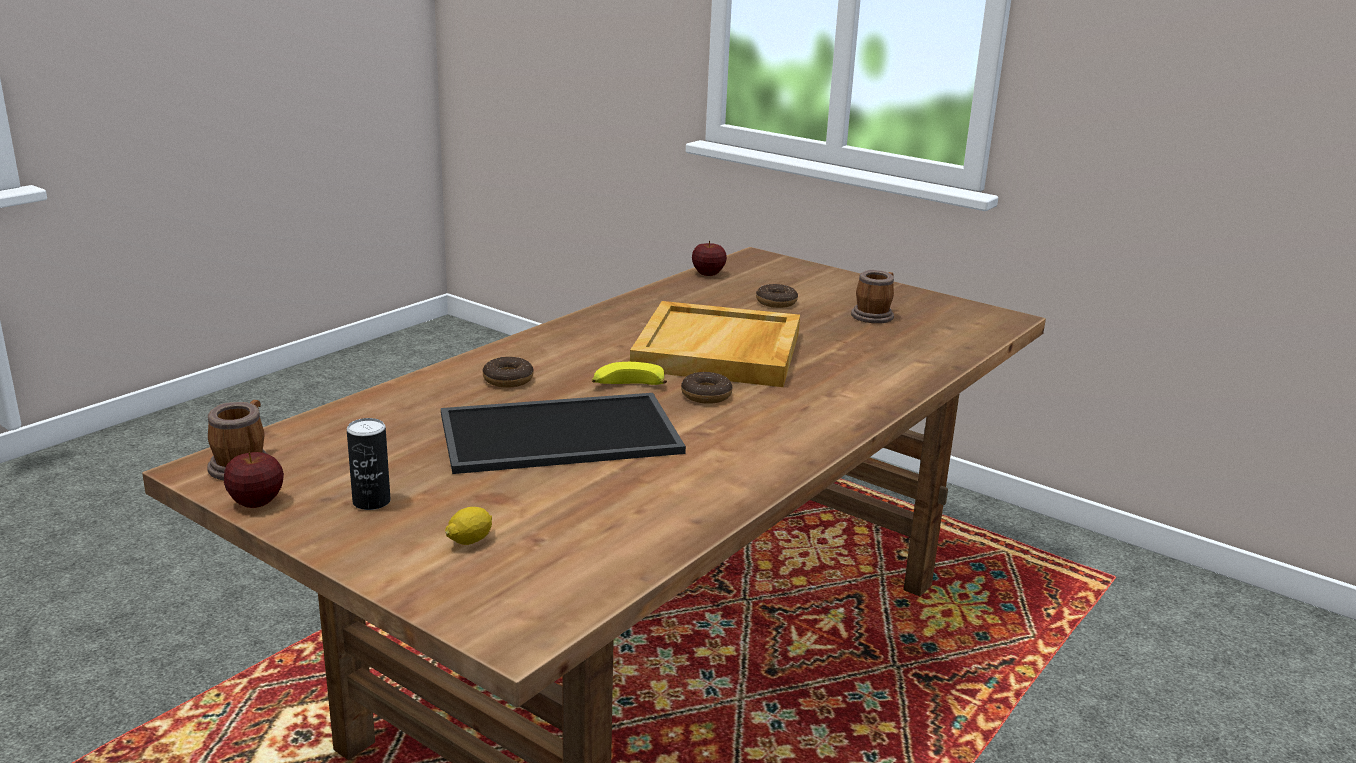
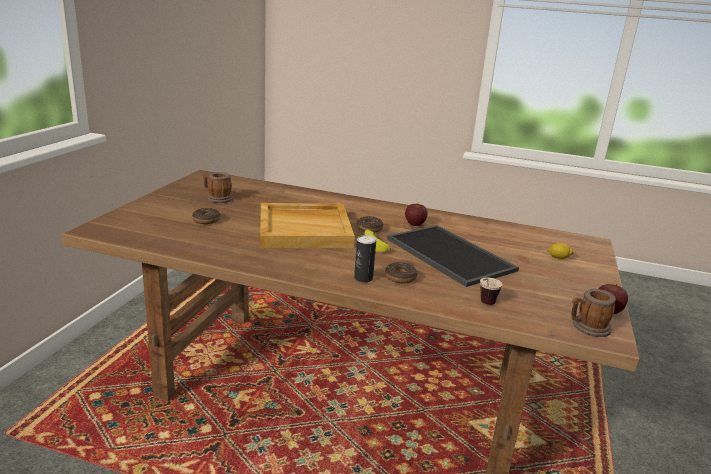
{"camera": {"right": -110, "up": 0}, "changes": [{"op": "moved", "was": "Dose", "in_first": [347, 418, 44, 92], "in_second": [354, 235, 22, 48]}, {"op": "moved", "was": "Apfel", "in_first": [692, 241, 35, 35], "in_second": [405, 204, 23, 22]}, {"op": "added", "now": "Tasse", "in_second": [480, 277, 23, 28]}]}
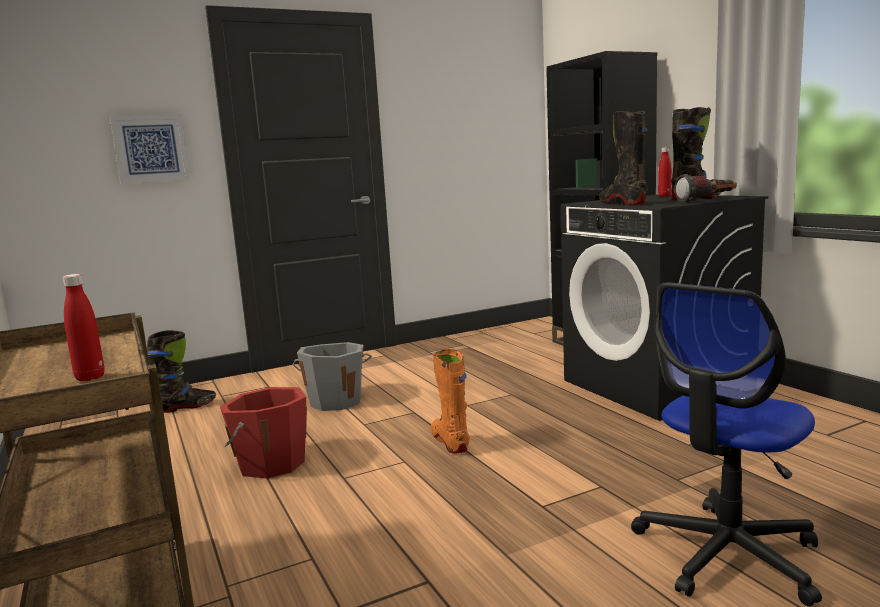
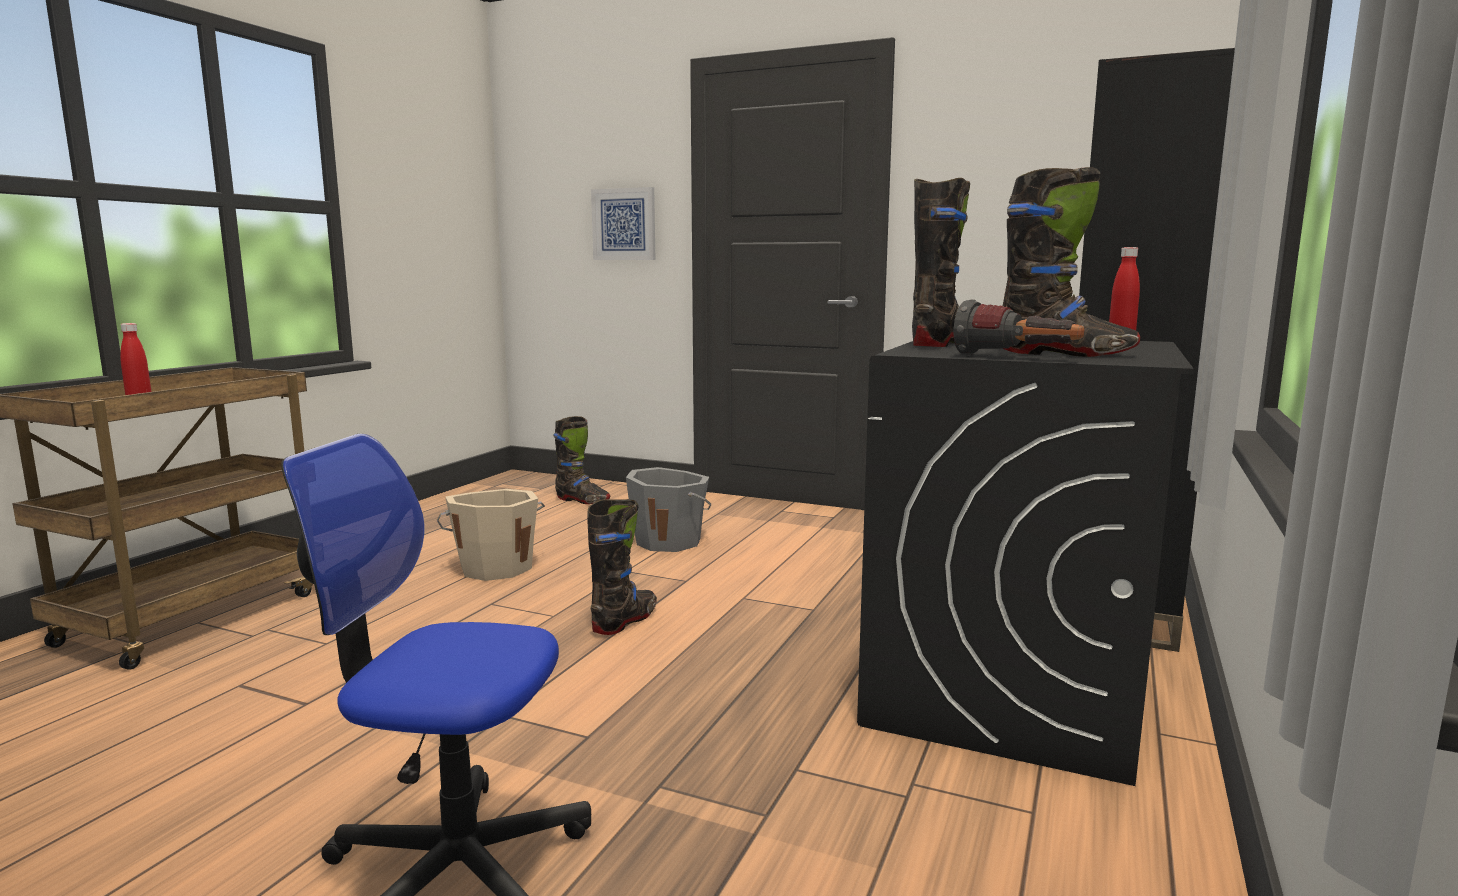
{"camera": {"right": 50, "up": 0}, "changes": [{"op": "recoloured", "was": "Eimer/rot", "now": "Eimer/beige", "in_first": [220, 387, 87, 91], "in_second": [437, 489, 108, 92]}, {"op": "recoloured", "was": "Stiefel/orange", "now": "Stiefel/schwarz", "in_first": [431, 349, 39, 105], "in_second": [587, 499, 70, 136]}]}
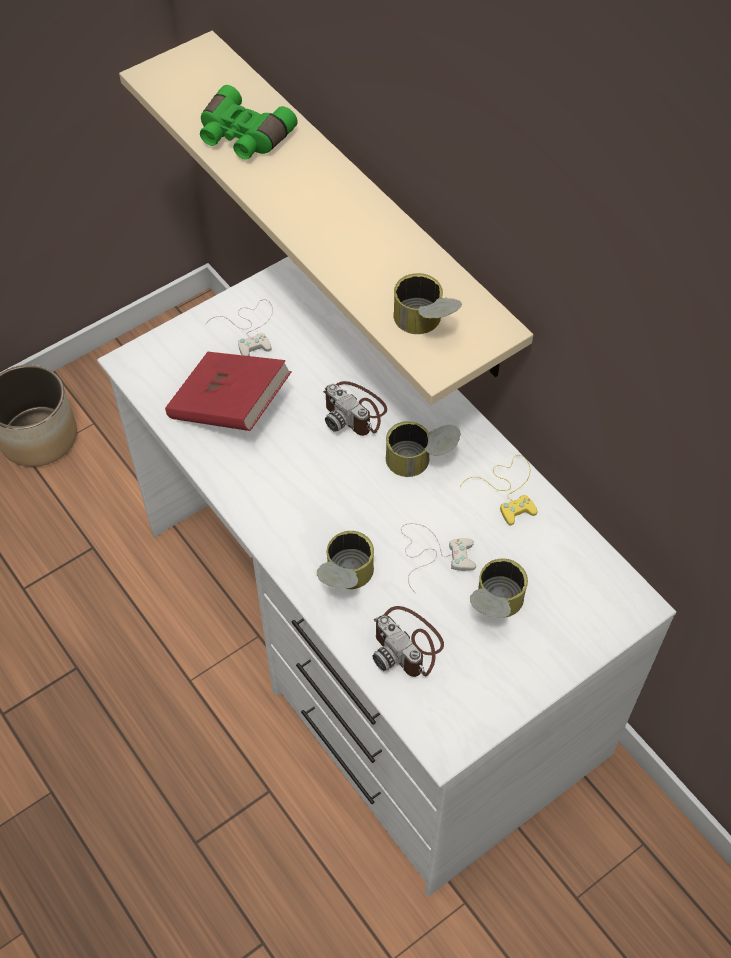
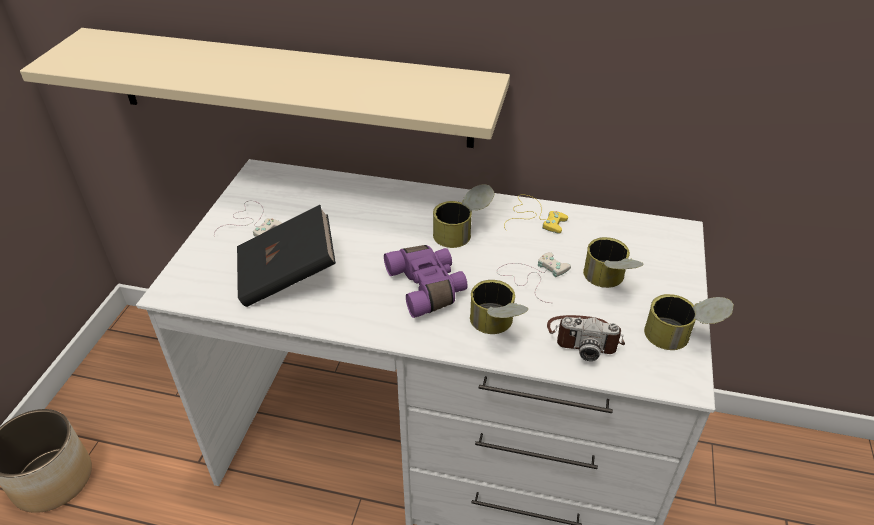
{"camera": {"right": -40, "up": -15}, "changes": [{"op": "recoloured", "was": "Buch/rot", "now": "Buch/schwarz", "in_first": [165, 352, 127, 79], "in_second": [237, 205, 99, 102]}, {"op": "added", "now": "Fernglas/lila", "in_second": [384, 245, 84, 73]}, {"op": "moved", "was": "Dose", "in_first": [393, 273, 69, 61], "in_second": [644, 294, 90, 56]}, {"op": "removed", "was": "Fernglas/grün", "in_first": [200, 85, 98, 74]}, {"op": "removed", "was": "Kamera", "in_first": [323, 381, 64, 55]}]}
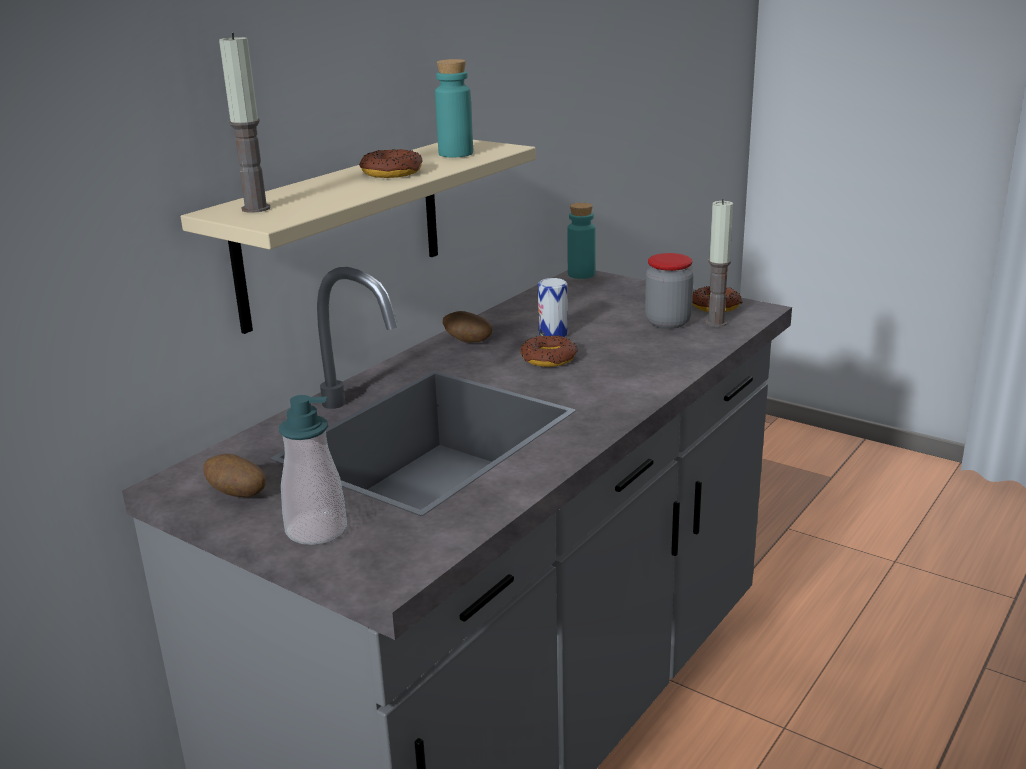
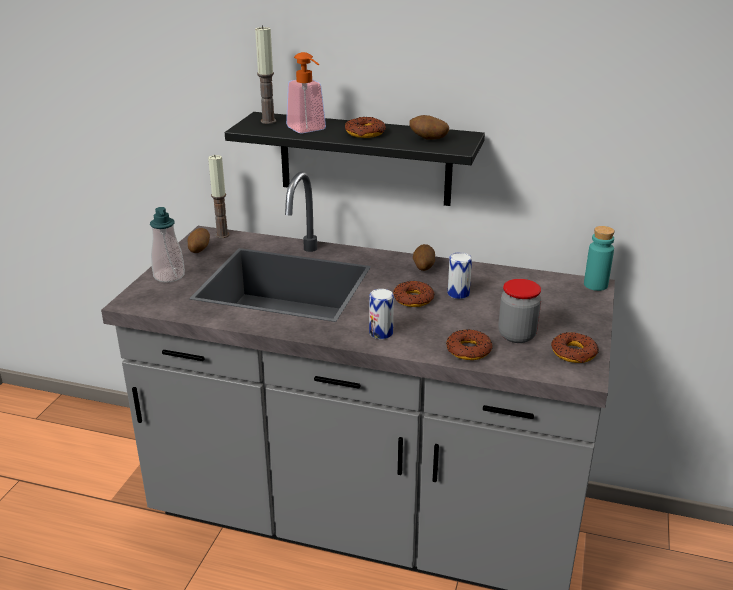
{"camera": {"right": 70, "up": 5}, "changes": [{"op": "moved", "was": "Kerze", "in_first": [706, 199, 27, 128], "in_second": [208, 155, 22, 83]}, {"op": "recoloured", "was": "Wandregal/beige", "now": "Wandregal/schwarz", "in_first": [181, 140, 355, 194], "in_second": [225, 112, 260, 94]}, {"op": "added", "now": "Seifenspender", "in_second": [286, 52, 40, 82]}, {"op": "added", "now": "Dose", "in_second": [369, 289, 25, 50]}, {"op": "replaced", "was": "Flasche/türkis", "now": "Kartoffel", "in_first": [435, 59, 38, 99], "in_second": [409, 115, 40, 25]}, {"op": "added", "now": "Donut", "in_second": [446, 329, 47, 31]}]}
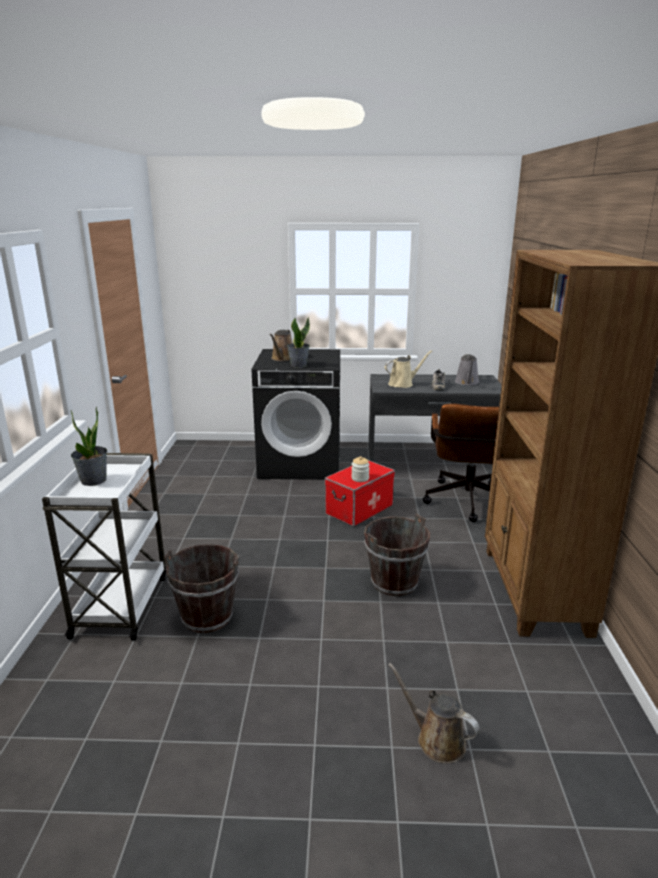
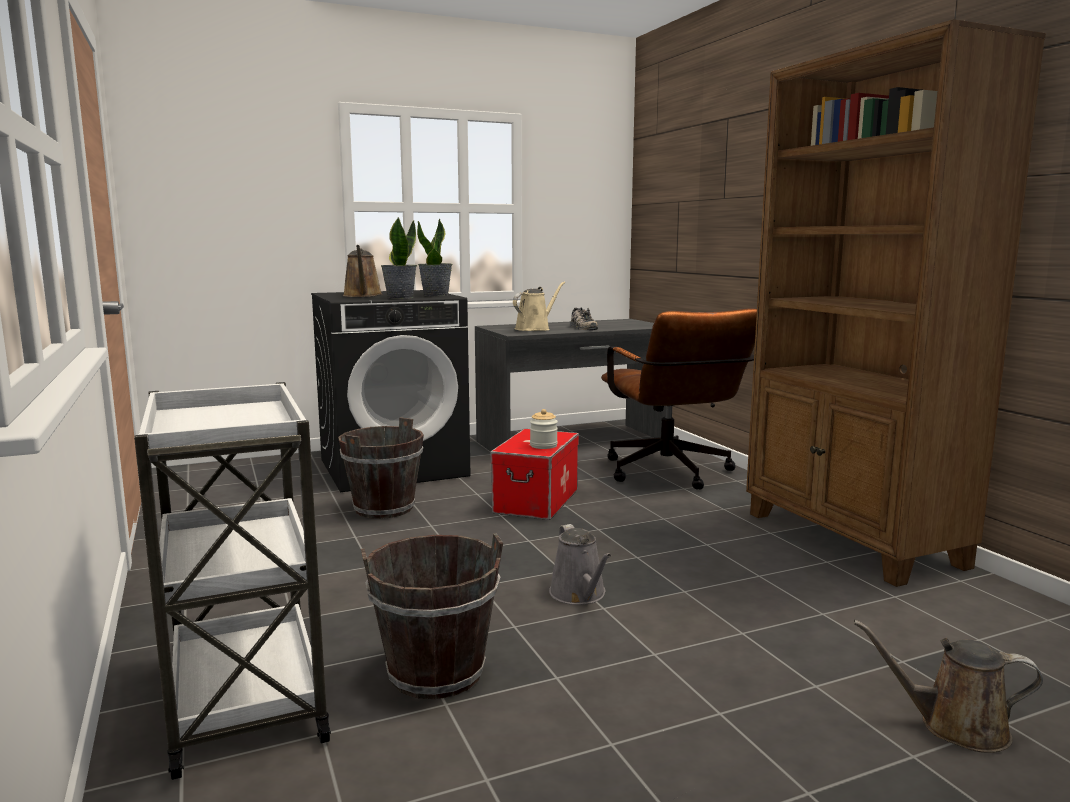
{"camera": {"right": -25, "up": -10}, "changes": [{"op": "moved", "was": "Eimer/braun", "in_first": [364, 514, 66, 82], "in_second": [338, 417, 86, 102]}, {"op": "moved", "was": "Topfpflanze", "in_first": [71, 407, 36, 79], "in_second": [417, 218, 36, 78]}, {"op": "moved", "was": "Gießkanne/grau", "in_first": [455, 354, 24, 31], "in_second": [549, 524, 62, 81]}]}
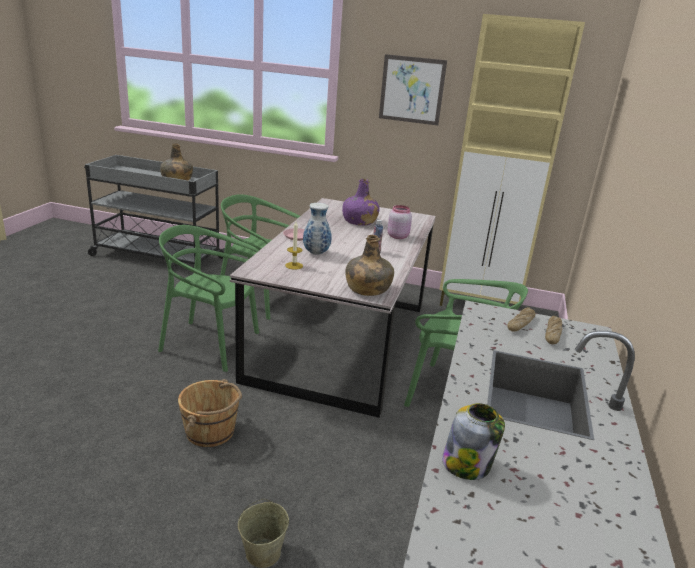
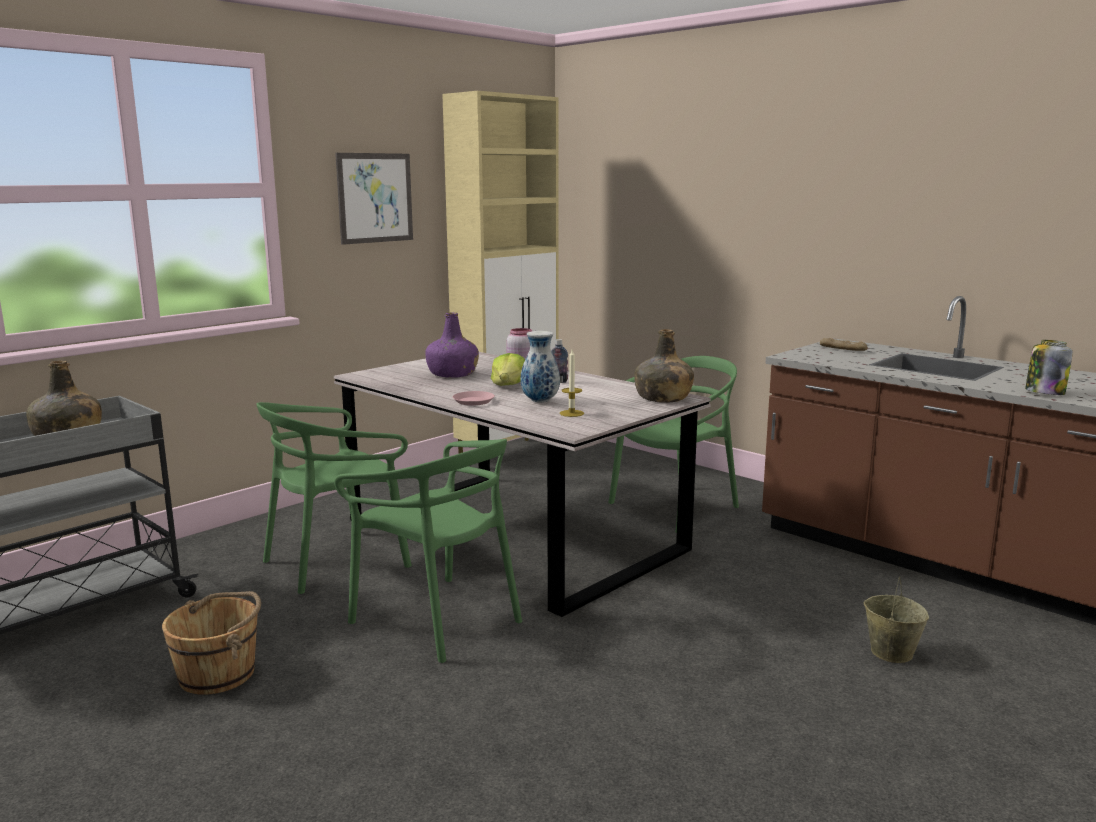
{"camera": {"right": -60, "up": -10}, "changes": [{"op": "moved", "was": "Eimer/braun", "in_first": [178, 379, 64, 68], "in_second": [162, 591, 99, 104]}, {"op": "turned", "was": "Stuhl/grün", "in_first": [158, 225, 101, 147], "in_second": [334, 439, 188, 224], "clockwise": -90}, {"op": "added", "now": "Salatkopf", "in_second": [491, 353, 34, 33]}, {"op": "removed", "was": "Brot", "in_first": [507, 307, 28, 25]}]}
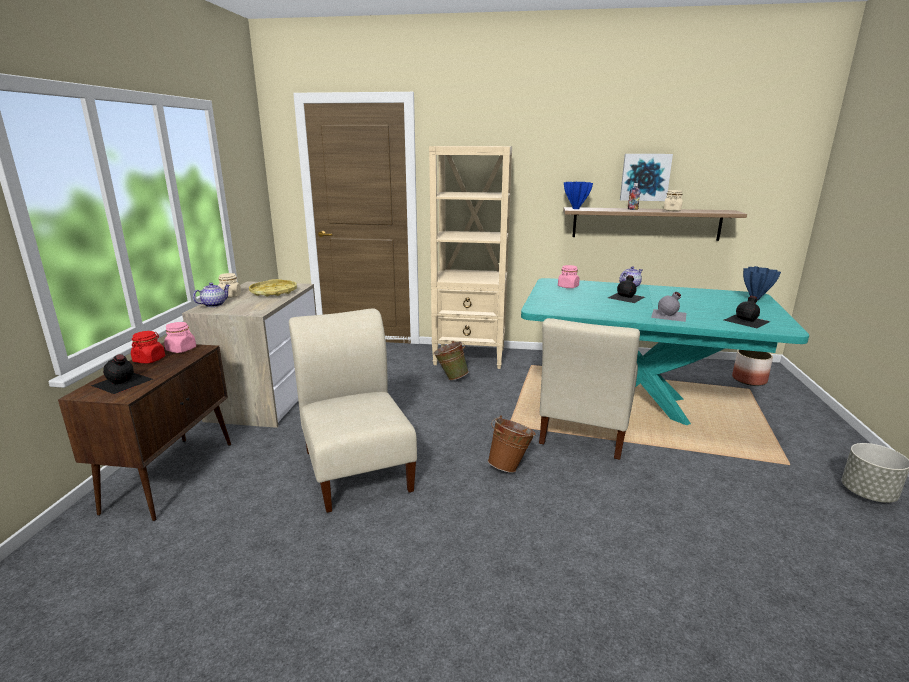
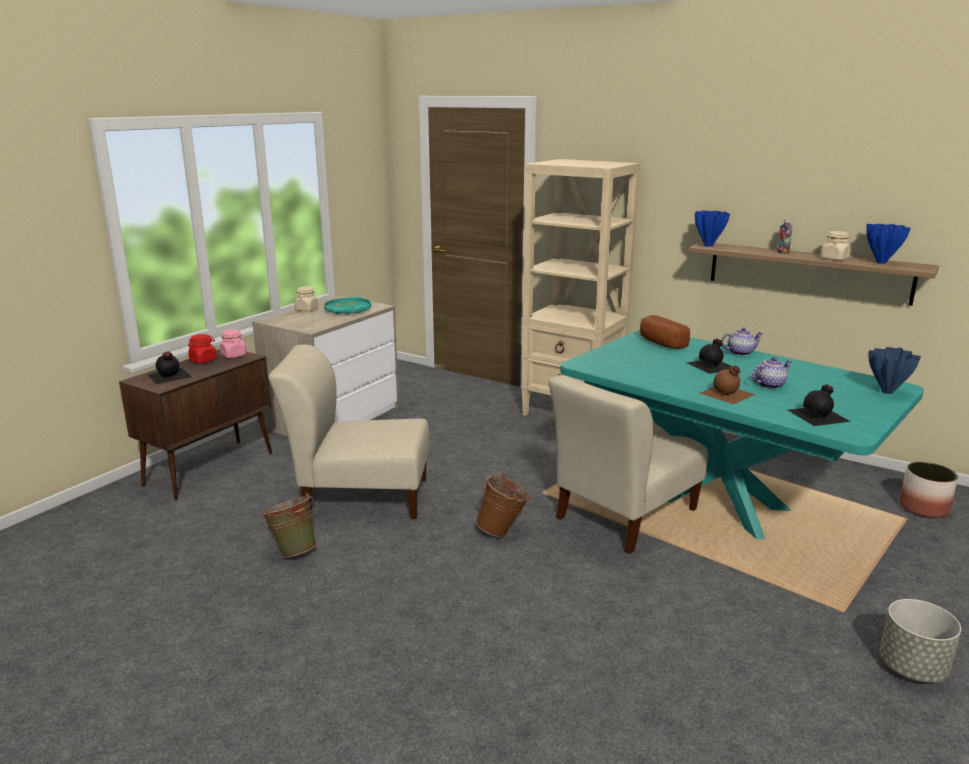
{"camera": {"right": 25, "up": 0}, "changes": [{"op": "moved", "was": "Eimer/grün", "in_first": [433, 341, 36, 39], "in_second": [261, 493, 55, 64]}, {"op": "turned", "was": "Stuhl/beige", "in_first": [289, 309, 128, 204], "in_second": [269, 344, 160, 175], "clockwise": -90}, {"op": "recoloured", "was": "Tablett/gelb", "now": "Tablett/türkis", "in_first": [249, 279, 48, 18], "in_second": [324, 297, 47, 18]}, {"op": "replaced", "was": "Vorratsglas/rosa", "now": "Brot", "in_first": [558, 265, 22, 23], "in_second": [640, 315, 50, 34]}, {"op": "recoloured", "was": "Flasche/grau", "now": "Flasche/braun", "in_first": [651, 292, 36, 30], "in_second": [700, 366, 56, 38]}, {"op": "moved", "was": "Teekanne", "in_first": [193, 283, 37, 24], "in_second": [752, 357, 40, 32]}, {"op": "added", "now": "Vase/blau", "in_second": [866, 224, 45, 40]}, {"op": "removed", "was": "Bild", "in_first": [620, 154, 53, 47]}]}
